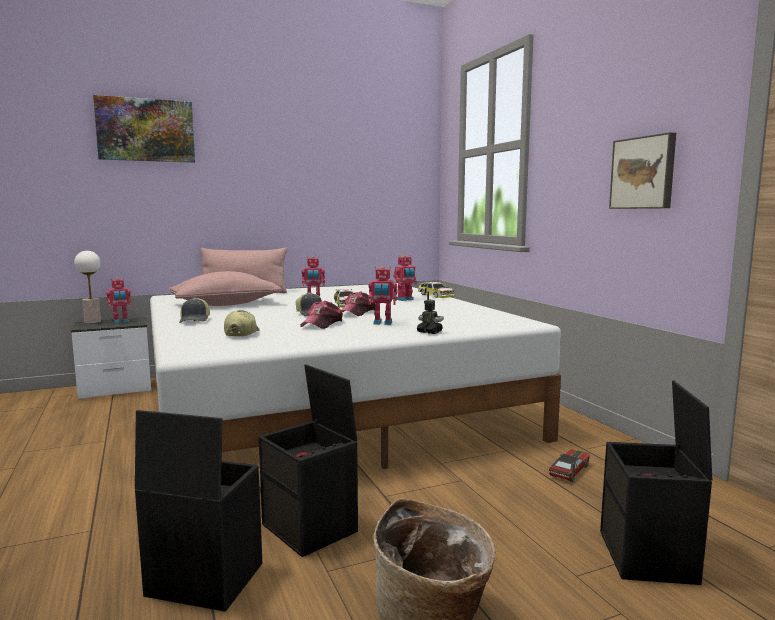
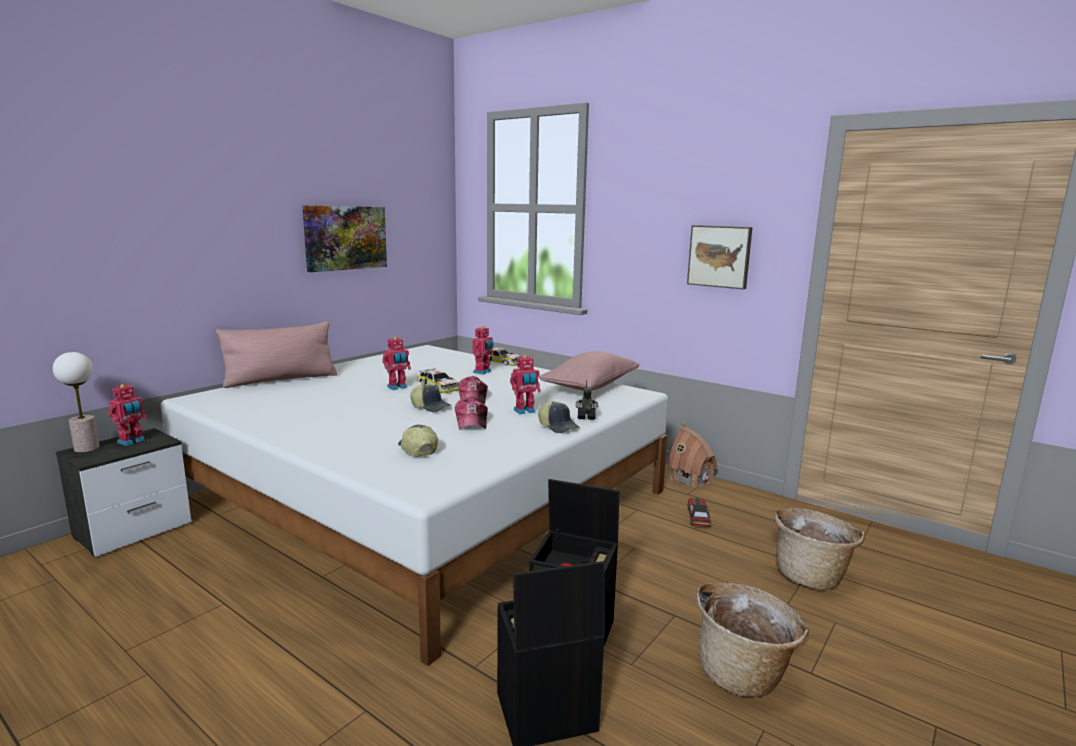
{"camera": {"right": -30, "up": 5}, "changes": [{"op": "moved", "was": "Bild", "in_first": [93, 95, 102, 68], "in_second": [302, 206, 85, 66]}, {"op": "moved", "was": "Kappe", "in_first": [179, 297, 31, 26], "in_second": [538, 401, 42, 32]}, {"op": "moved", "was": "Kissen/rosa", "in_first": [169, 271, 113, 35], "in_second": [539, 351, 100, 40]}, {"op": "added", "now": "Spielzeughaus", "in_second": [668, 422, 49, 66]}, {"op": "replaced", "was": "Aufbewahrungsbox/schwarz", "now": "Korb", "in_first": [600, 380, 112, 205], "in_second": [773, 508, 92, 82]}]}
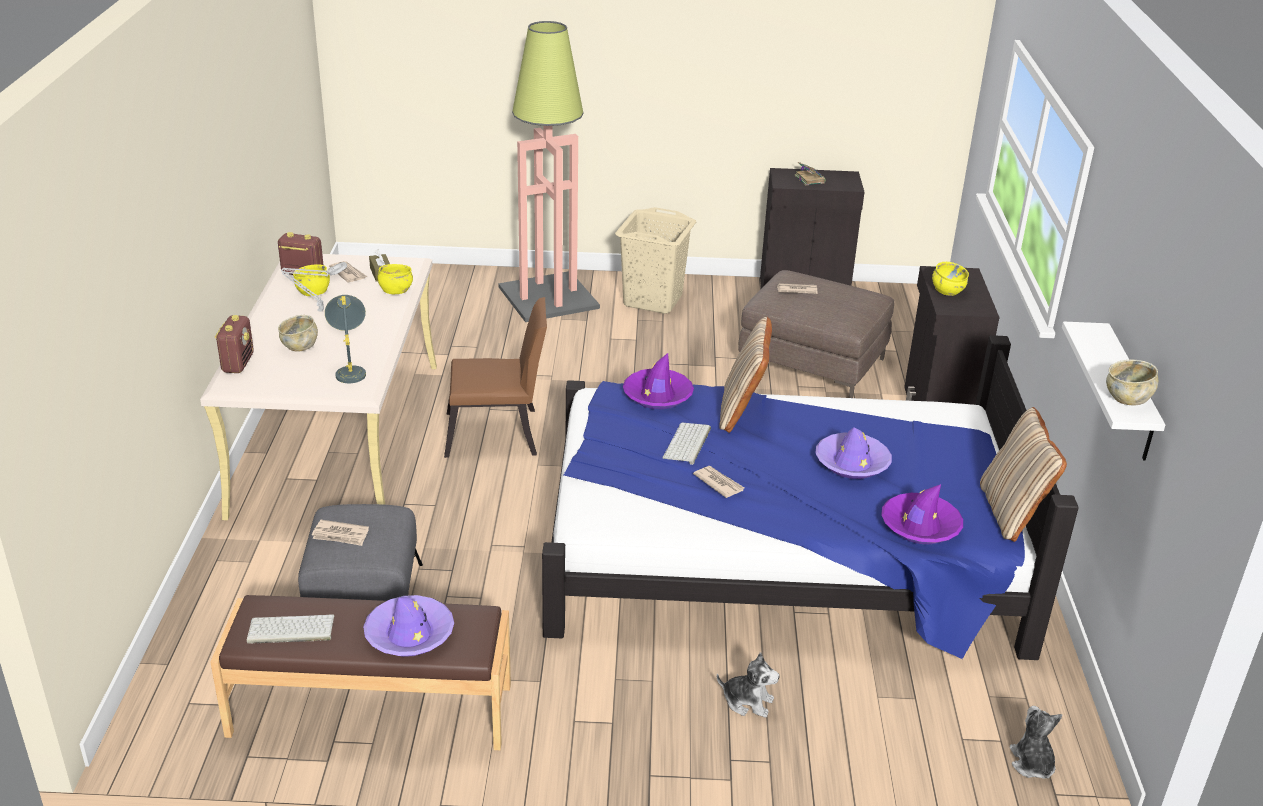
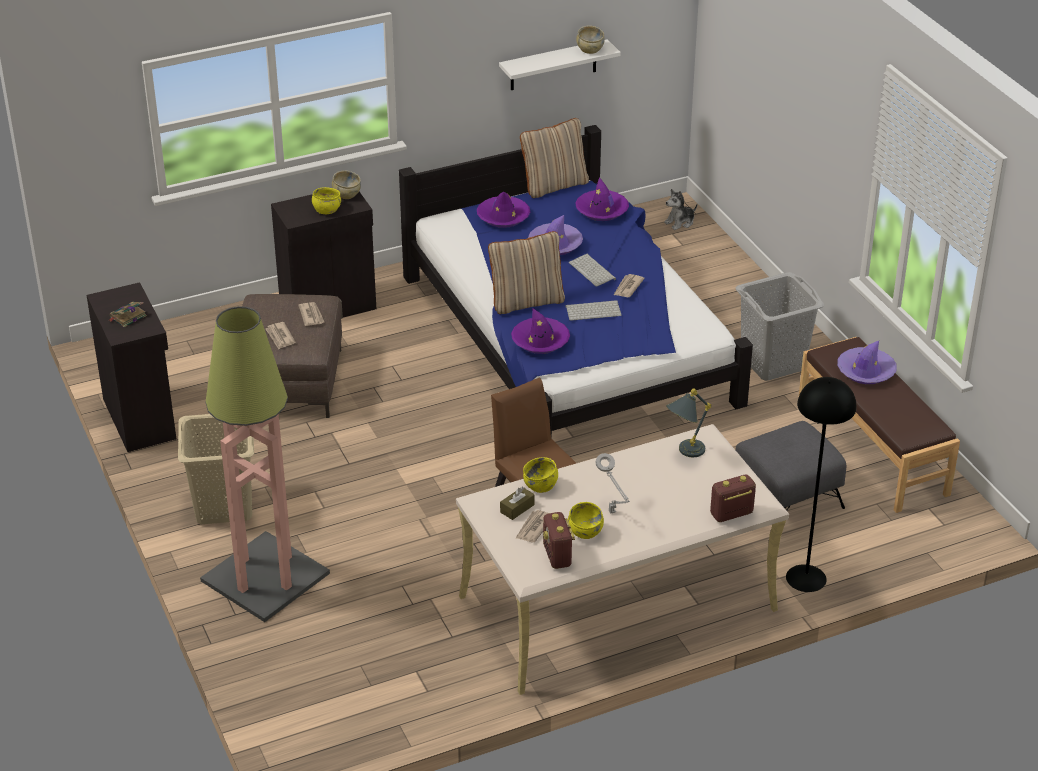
{"camera": {"right": -115, "up": 5}, "changes": [{"op": "moved", "was": "Zeitung", "in_first": [312, 520, 57, 26], "in_second": [298, 302, 26, 24]}, {"op": "moved", "was": "Schüssel/beige", "in_first": [278, 315, 40, 37], "in_second": [332, 170, 29, 29]}, {"op": "added", "now": "Hut/lila", "in_second": [477, 192, 53, 36]}, {"op": "moved", "was": "Tastatur", "in_first": [247, 615, 87, 29], "in_second": [569, 254, 47, 33]}, {"op": "added", "now": "Wäschekorb/grau", "in_second": [736, 272, 88, 109]}, {"op": "added", "now": "Stehlampe/schwarz", "in_second": [786, 377, 71, 215]}, {"op": "removed", "was": "Plüschtier", "in_first": [717, 652, 62, 66]}]}
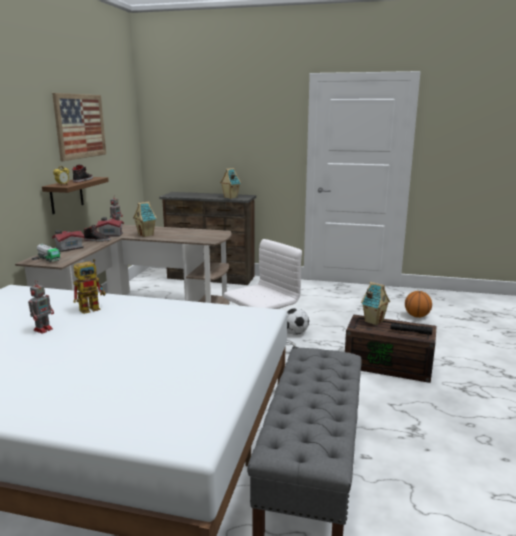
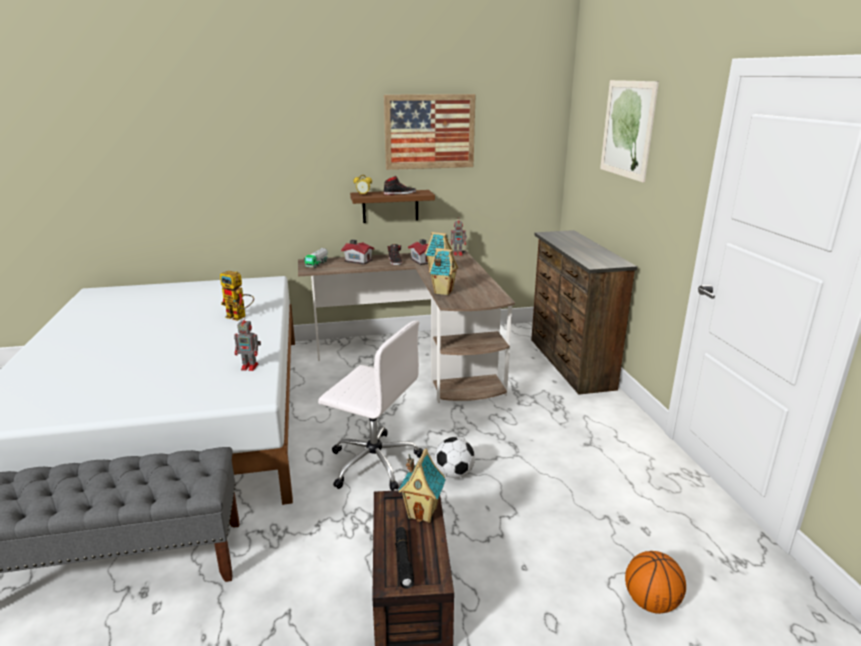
{"camera": {"right": 65, "up": 5}, "changes": [{"op": "moved", "was": "Spielzeugroboter", "in_first": [28, 280, 26, 54], "in_second": [234, 316, 27, 55]}, {"op": "moved", "was": "Spielzeughaus", "in_first": [220, 168, 21, 31], "in_second": [429, 248, 29, 47]}, {"op": "added", "now": "Bild", "in_second": [600, 80, 59, 103]}]}
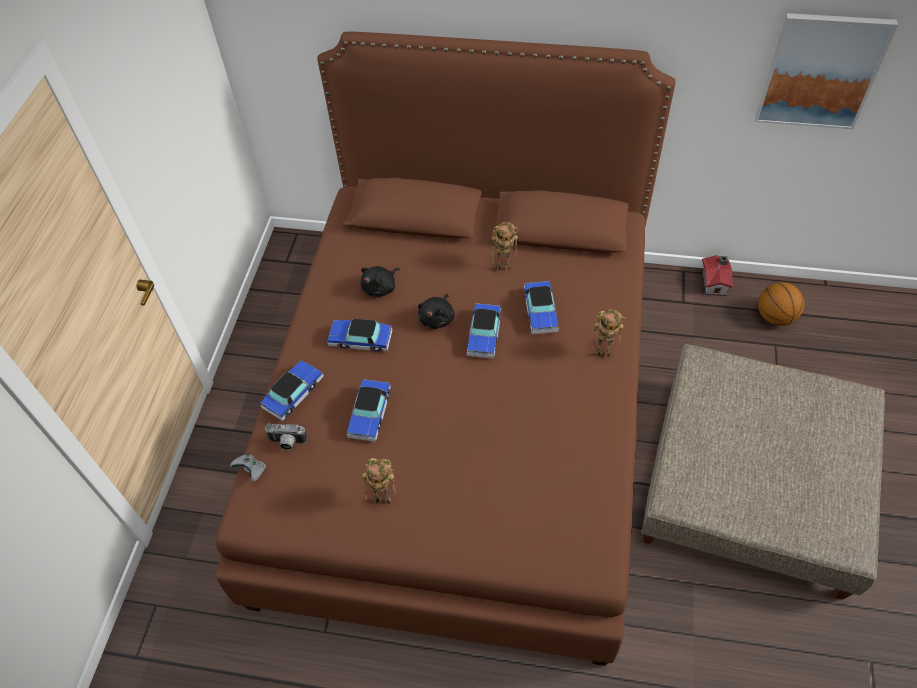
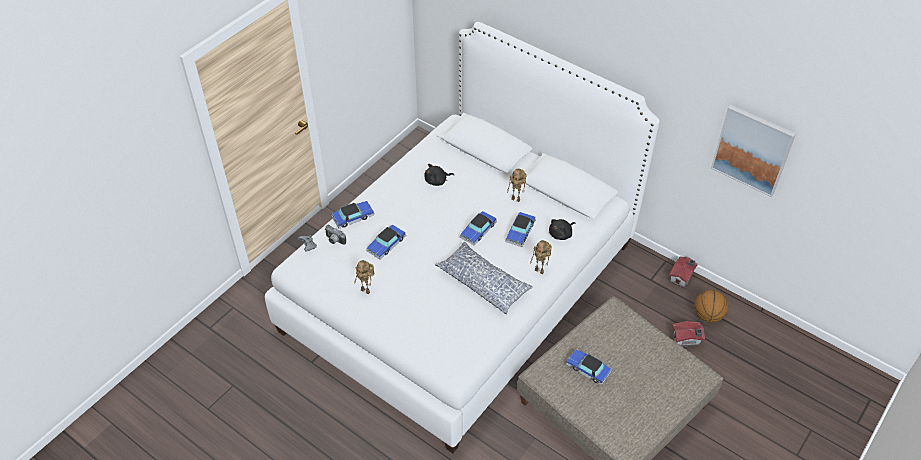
{"camera": {"right": 25, "up": -5}, "changes": [{"op": "recoloured", "was": "Bett/braun", "now": "Bett/weiß", "in_first": [215, 32, 461, 634], "in_second": [265, 22, 395, 431]}, {"op": "added", "now": "Kissen", "in_second": [435, 242, 98, 72]}, {"op": "moved", "was": "Plüschtier/schwarz", "in_first": [418, 294, 37, 35], "in_second": [549, 219, 26, 21]}, {"op": "moved", "was": "Spielzeugauto", "in_first": [327, 319, 66, 33], "in_second": [566, 349, 45, 36]}, {"op": "added", "now": "Spielzeughaus", "in_second": [672, 321, 33, 26]}]}
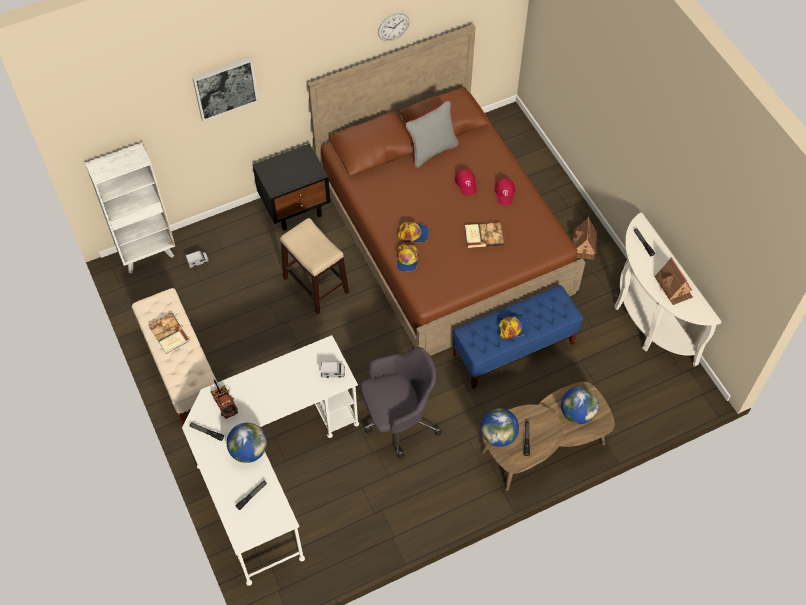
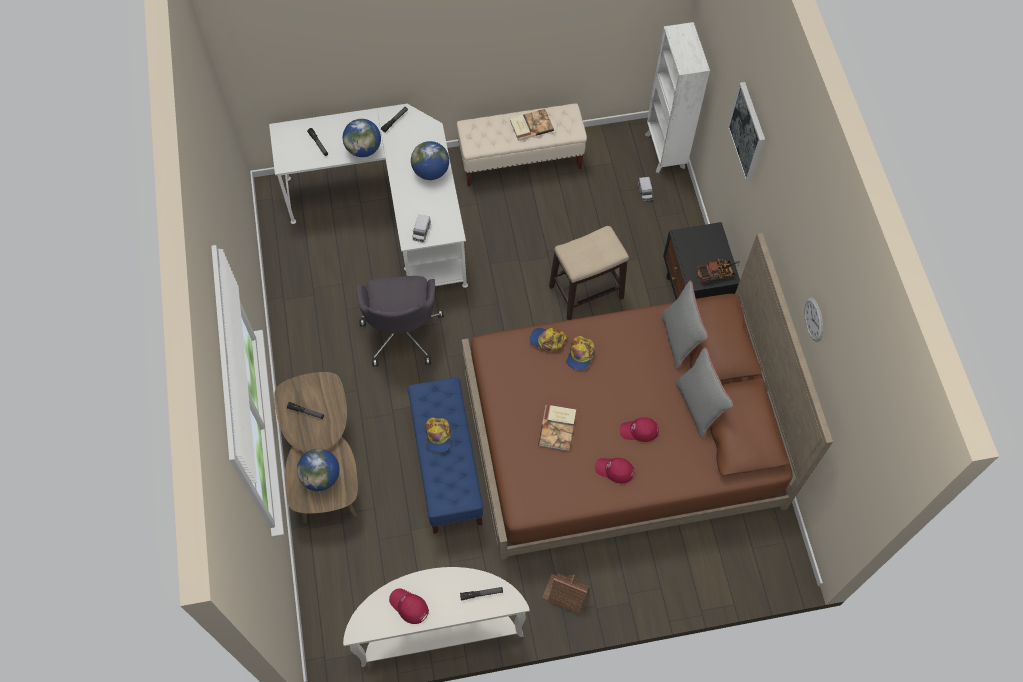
{"camera": {"right": 105, "up": 5}, "changes": [{"op": "replaced", "was": "Spielzeughaus", "now": "Kappe/rot", "in_first": [654, 257, 39, 48], "in_second": [389, 588, 40, 36]}, {"op": "moved", "was": "Globus", "in_first": [481, 408, 38, 39], "in_second": [411, 141, 38, 39]}, {"op": "added", "now": "Kissen/grau", "in_second": [661, 281, 47, 88]}, {"op": "moved", "was": "Spielzeuglaster", "in_first": [211, 378, 27, 41], "in_second": [697, 259, 43, 24]}]}
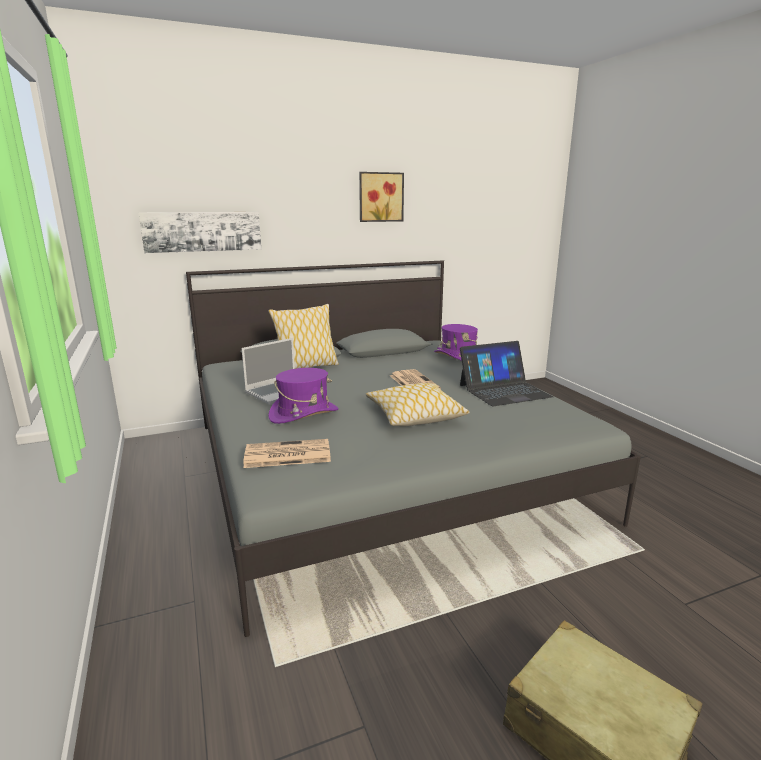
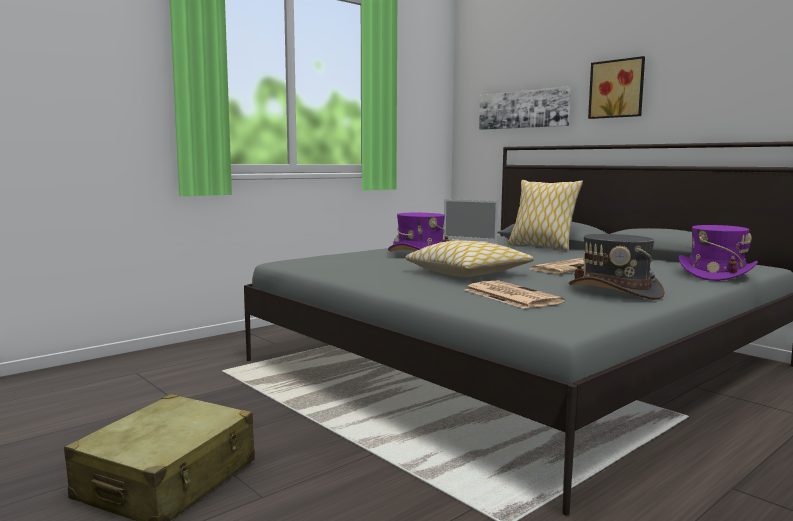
{"camera": {"right": 70, "up": -10}, "changes": [{"op": "moved", "was": "Zeitung", "in_first": [243, 439, 88, 29], "in_second": [465, 280, 100, 29]}, {"op": "replaced", "was": "Laptop", "now": "Hut/grau", "in_first": [460, 341, 94, 65], "in_second": [569, 234, 96, 66]}, {"op": "moved", "was": "Bild", "in_first": [359, 172, 45, 50], "in_second": [588, 56, 57, 63]}]}
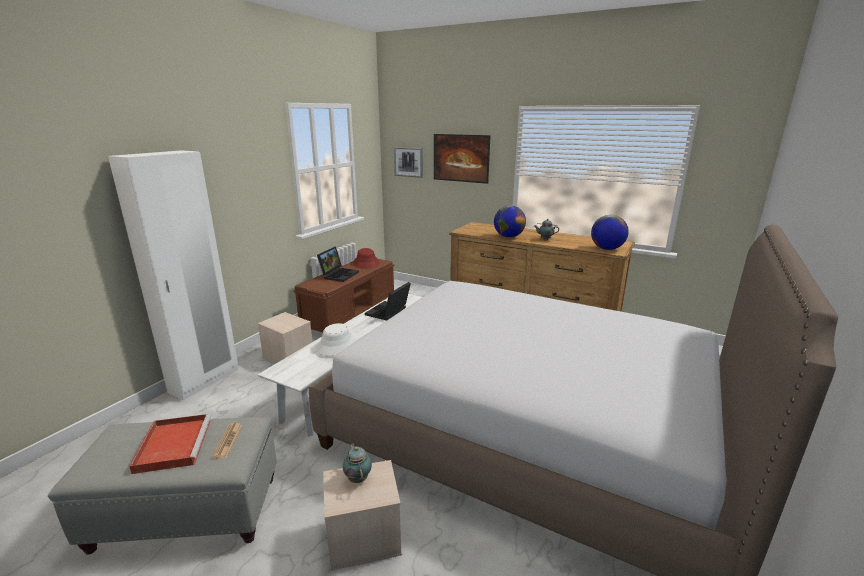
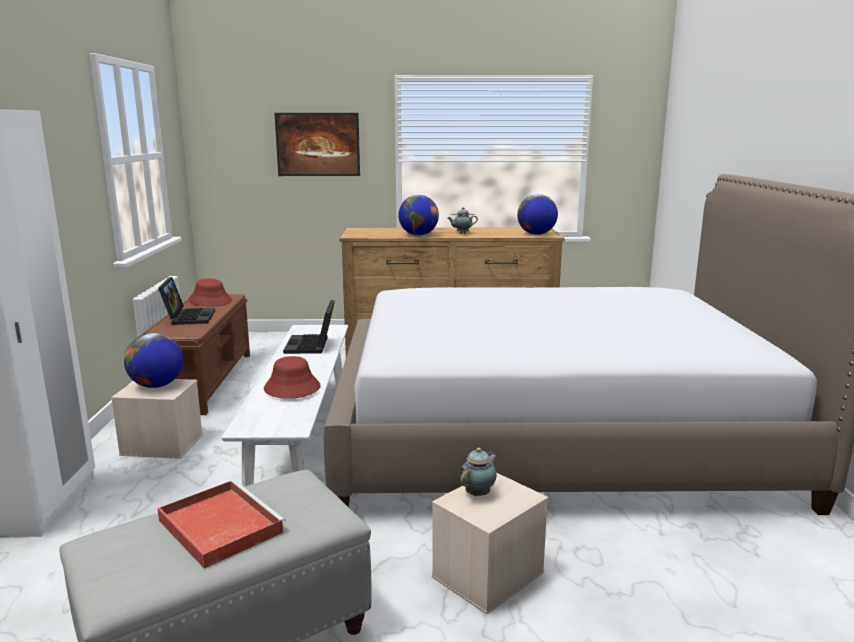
{"camera": {"right": -30, "up": -5}, "changes": [{"op": "added", "now": "Globus", "in_second": [124, 333, 59, 55]}, {"op": "recoloured", "was": "Hut/weiß", "now": "Hut/rot", "in_first": [316, 323, 40, 33], "in_second": [264, 356, 57, 43]}, {"op": "turned", "was": "Teekanne", "in_first": [343, 443, 29, 40], "in_second": [460, 448, 37, 48], "clockwise": 90}, {"op": "removed", "was": "Zeitung", "in_first": [211, 423, 32, 35]}, {"op": "removed", "was": "Bild", "in_first": [394, 147, 29, 31]}]}
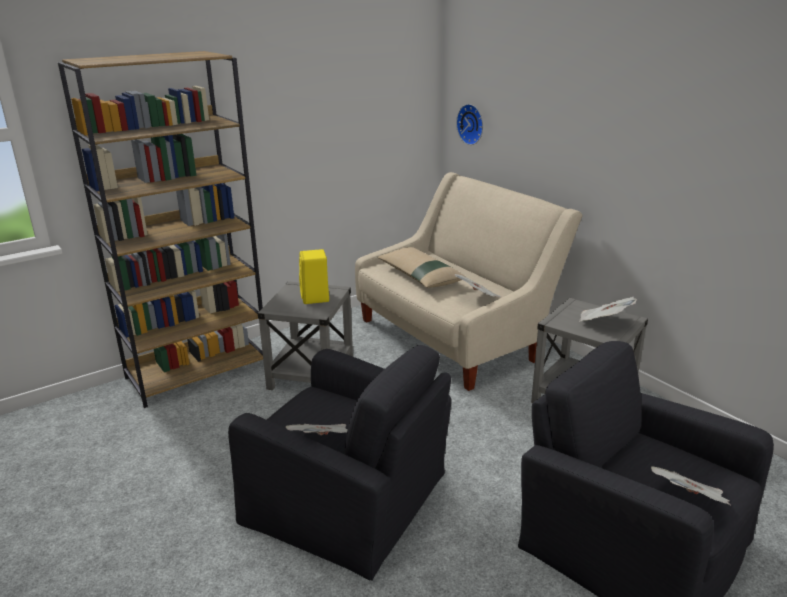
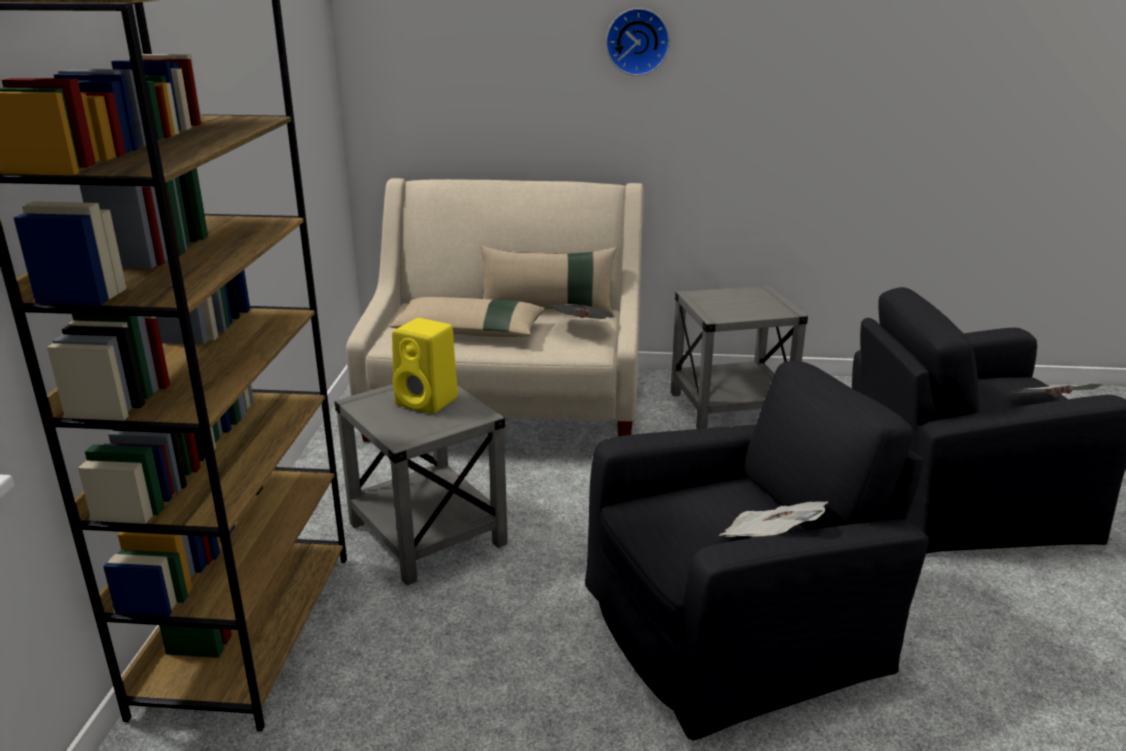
{"camera": {"right": -50, "up": 0}, "changes": [{"op": "added", "now": "Kissen/beige", "in_second": [481, 246, 135, 69]}, {"op": "moved", "was": "Wanduhr", "in_first": [456, 104, 27, 41], "in_second": [606, 8, 64, 68]}, {"op": "removed", "was": "Zeitung", "in_first": [579, 297, 58, 25]}]}
